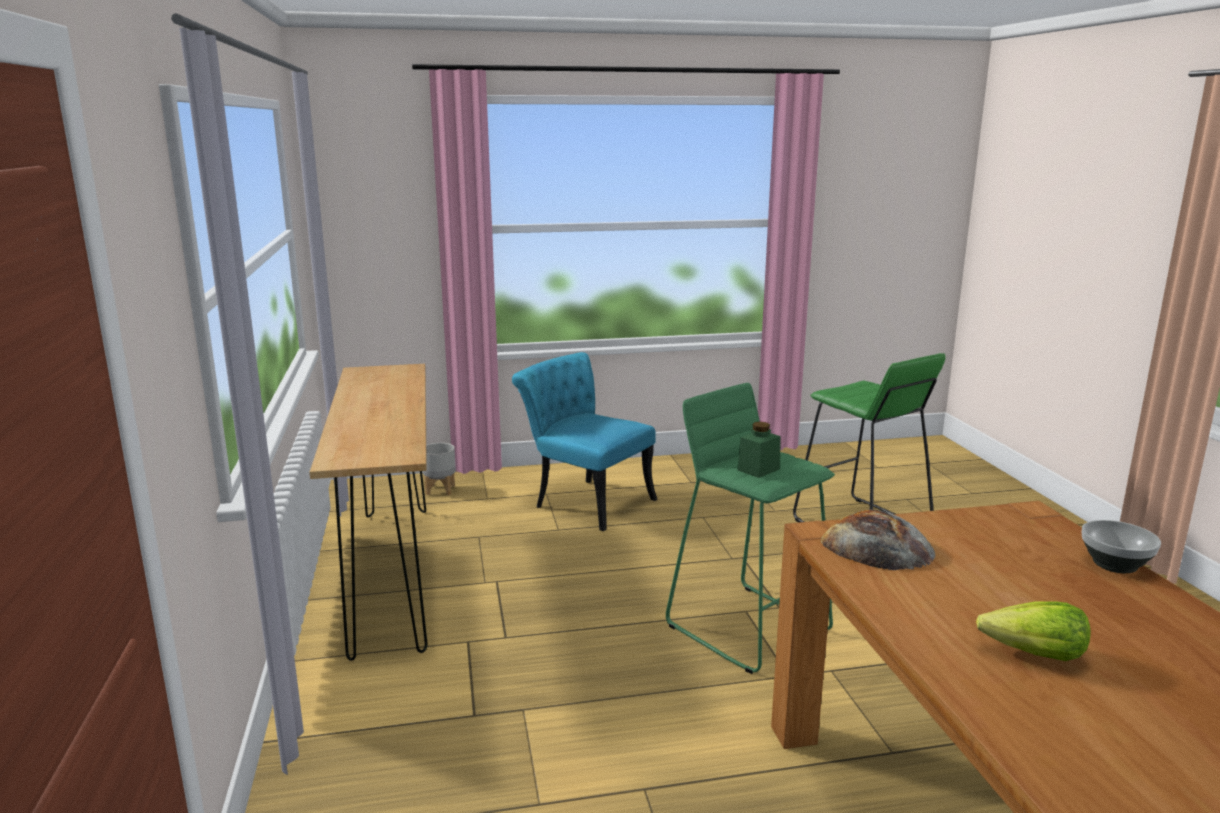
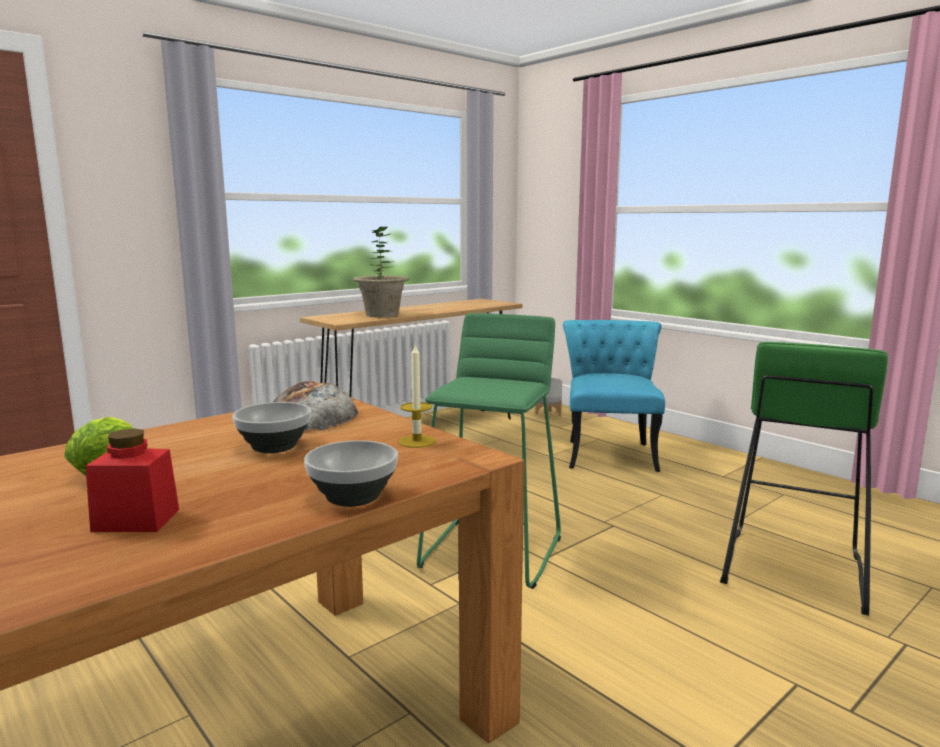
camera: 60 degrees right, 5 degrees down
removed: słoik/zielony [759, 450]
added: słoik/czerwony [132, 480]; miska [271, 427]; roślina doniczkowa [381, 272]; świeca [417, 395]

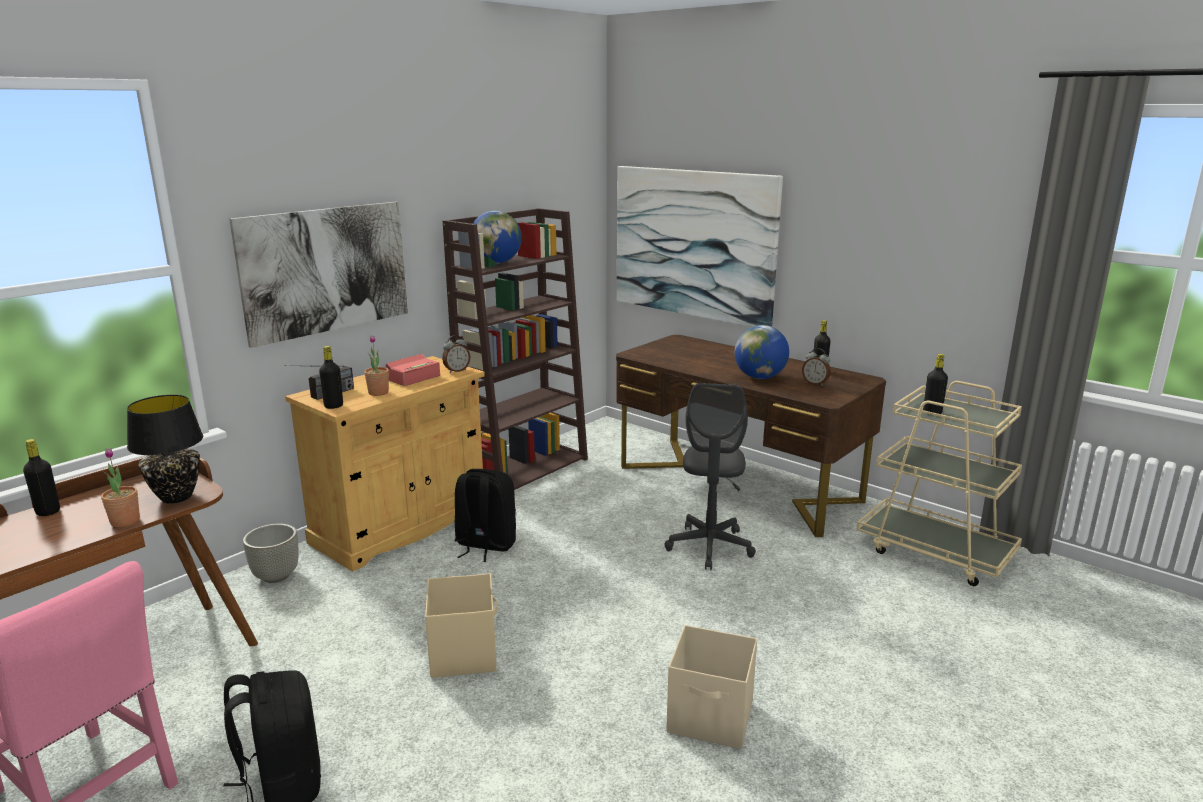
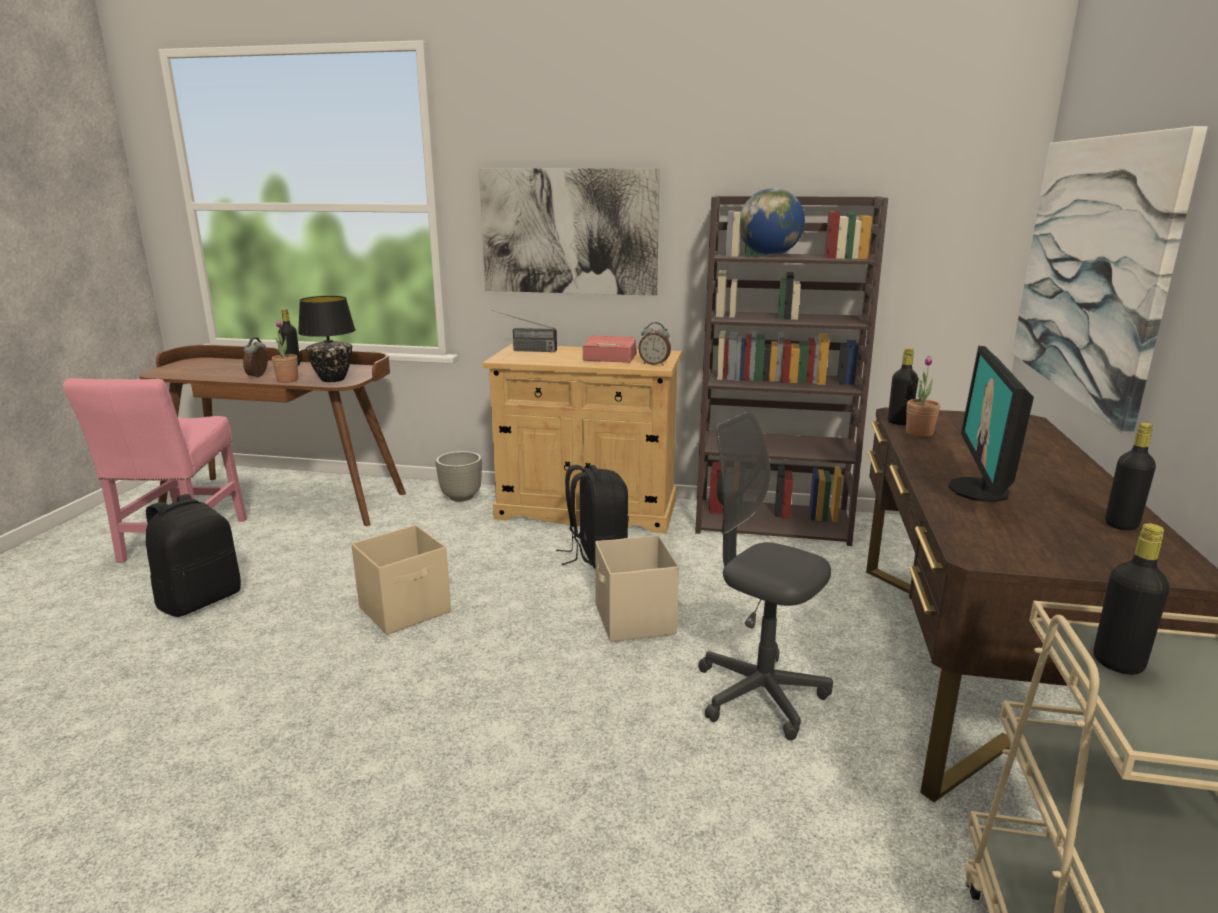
camera: 60 degrees right, 0 degrees up
moved: butelka/czarny [331, 377] to [903, 386]; roślina doniczkowa [376, 365] to [923, 396]; pojemnik do przechowywania/beżowy [711, 687] to [637, 588]; budzik [816, 367] to [255, 358]
replaced: globus [761, 352] to monitor [991, 424]
turned: krzesło biurowe/szary [710, 476] = [765, 576] 60 degrees clockwise

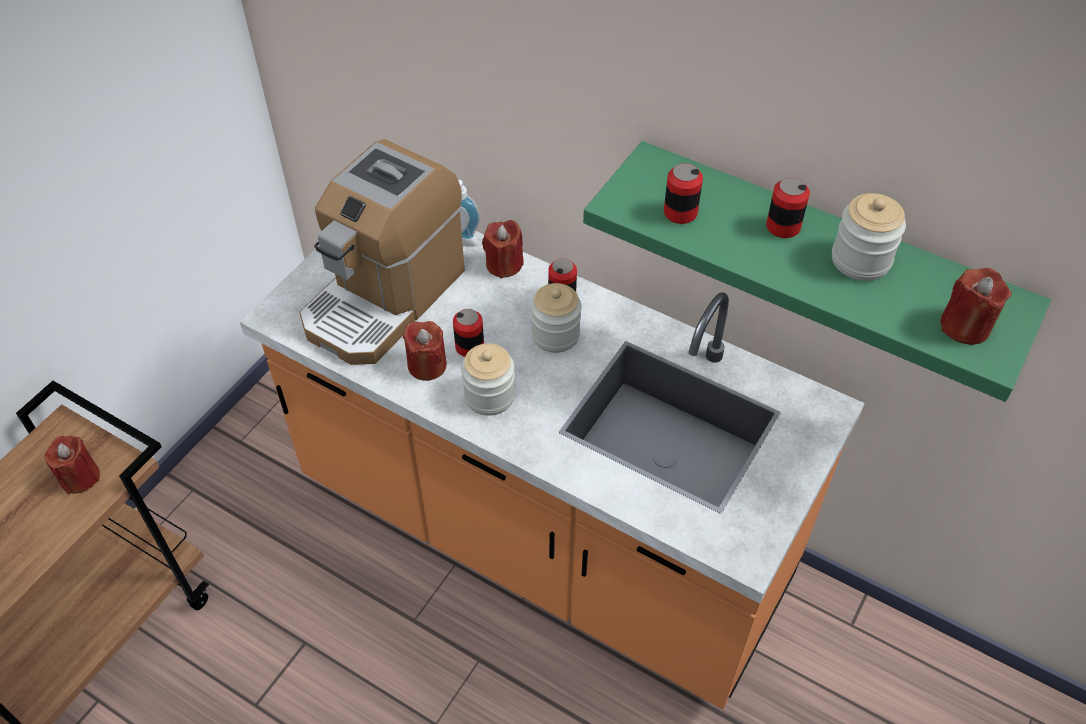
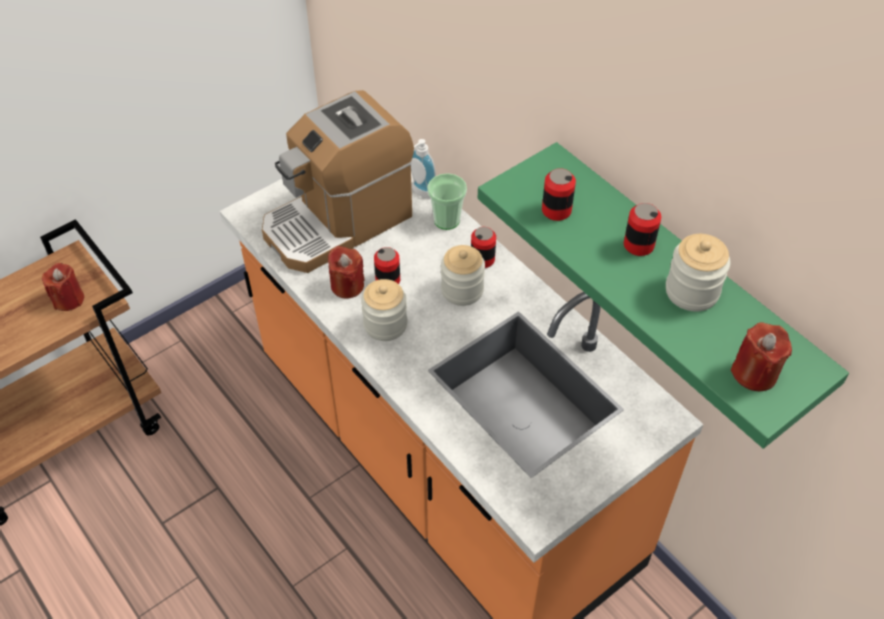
camera: 20 degrees right, 0 degrees up
replaced: świeca/czerwony [503, 249] to filiżanka [447, 201]

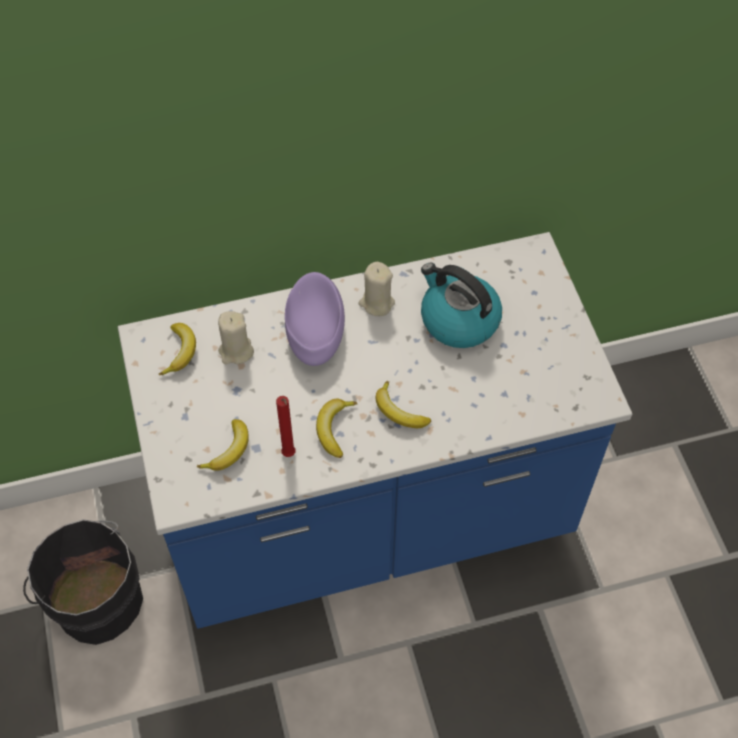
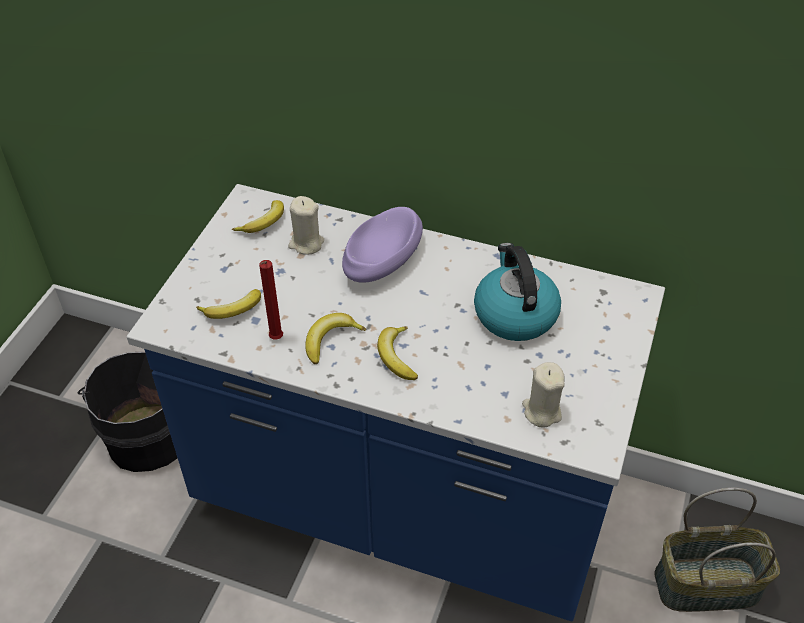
camera: 35 degrees right, 10 degrees down
added: koszyk [717, 549]
moved: świeca/beżowy [377, 289] to [543, 395]

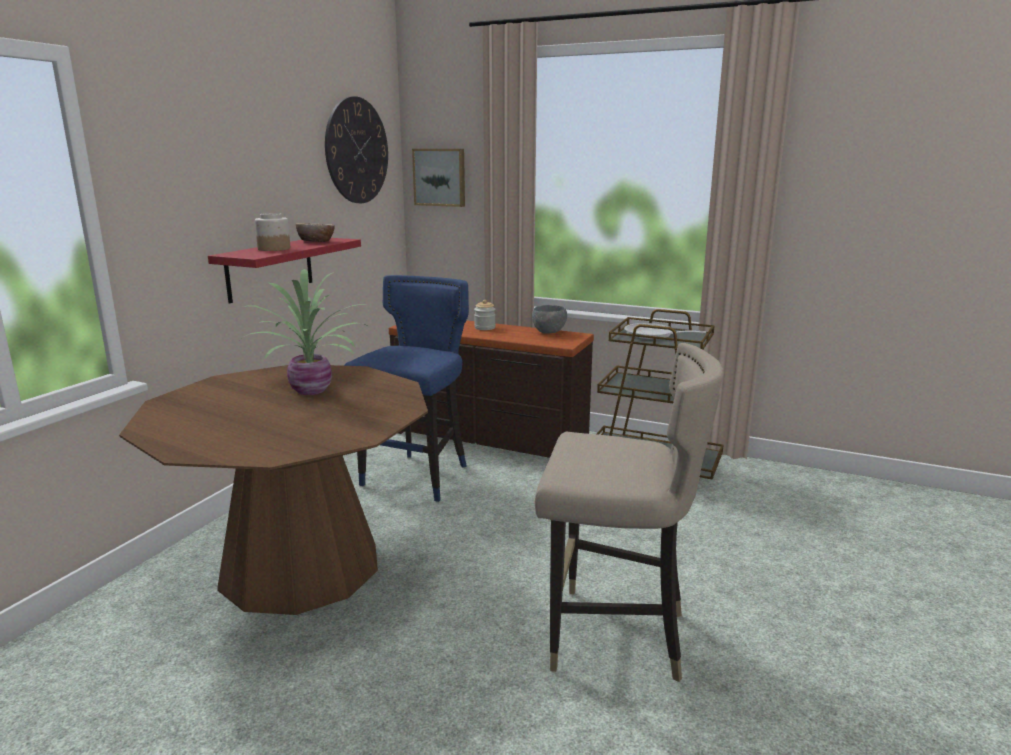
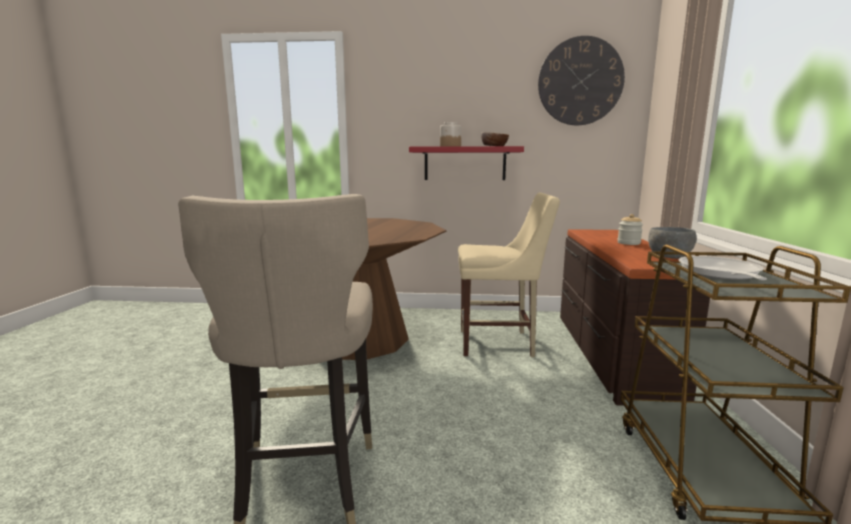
camera: 70 degrees right, 5 degrees down
removed: roślina doniczkowa [304, 332]; obraz [438, 178]
replaced: stołek/niebieski [406, 388] to krzesło/beżowy [509, 274]

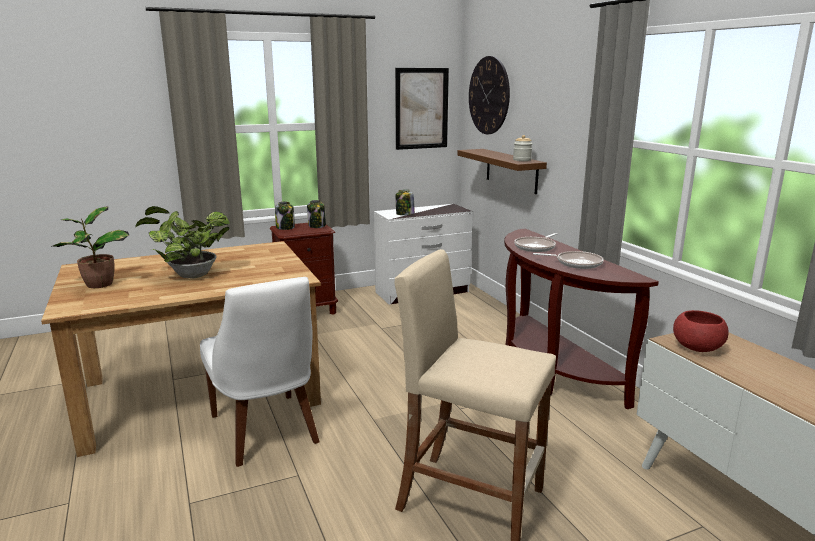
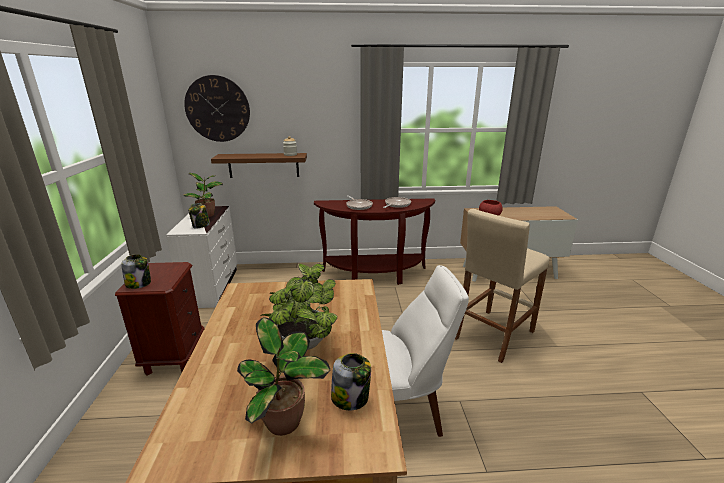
camera: 70 degrees left, 5 degrees up
removed: obraz [422, 109]
added: roślina doniczkowa [203, 195]
moved: słoik [316, 214] to [351, 381]

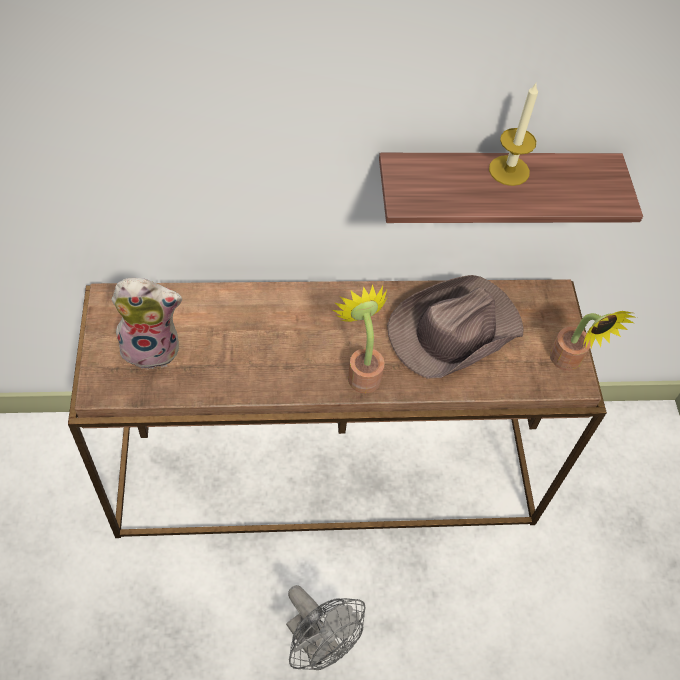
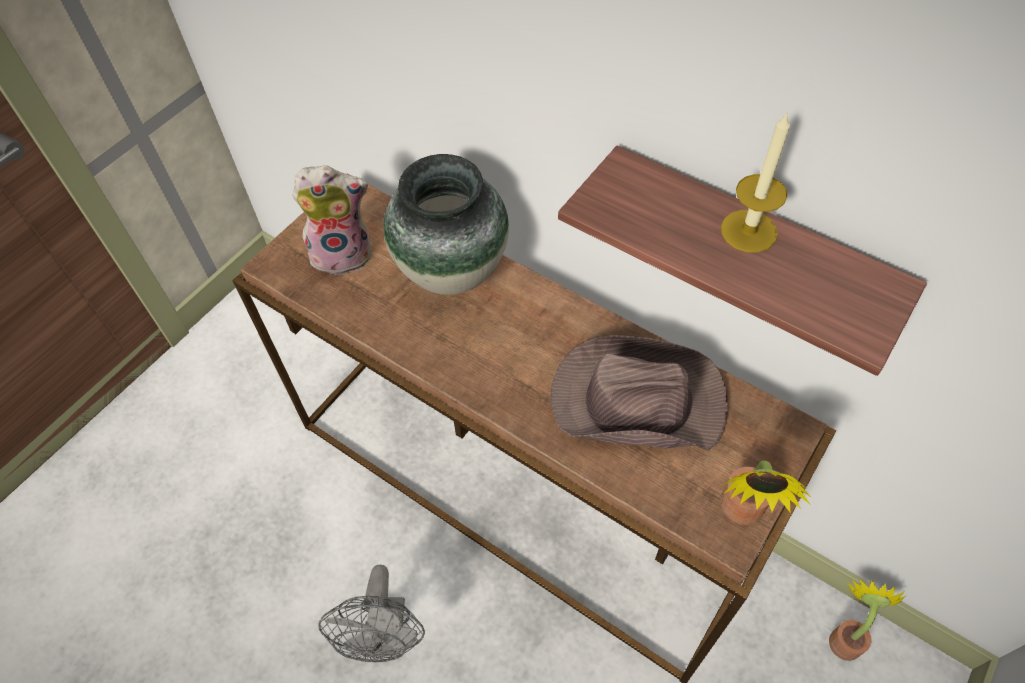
camera: 45 degrees right, 0 degrees up
added: wazon [446, 224]
moved: roślina doniczkowa [360, 339] to [868, 620]
turned: pluszak [146, 324] = [331, 220] 45 degrees counterclockwise

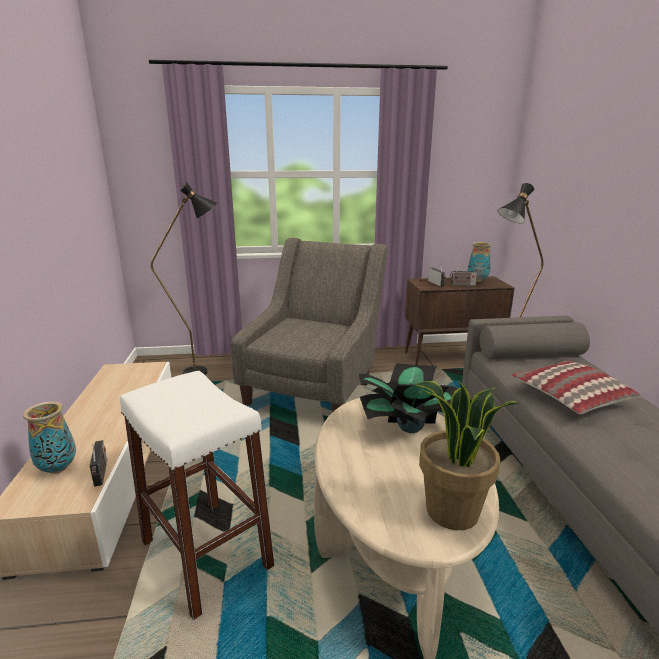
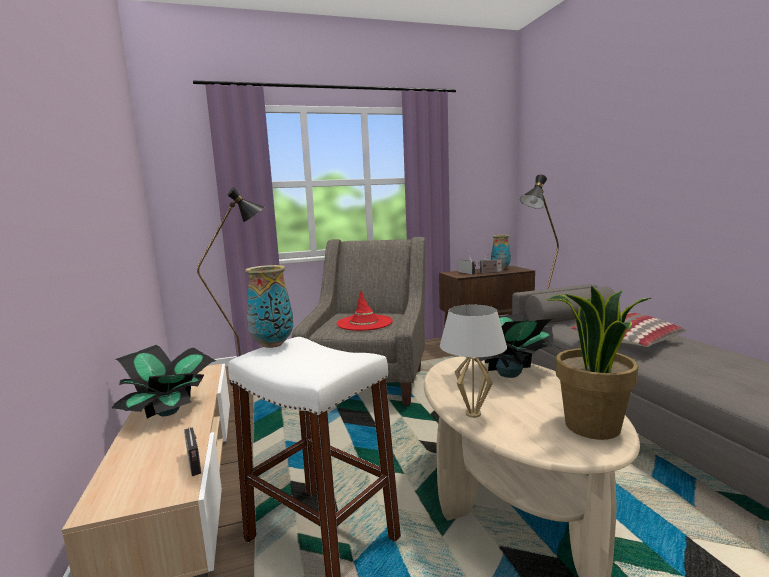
camera: 10 degrees left, 10 degrees down
added: roślina doniczkowa [164, 382]; kapelusz/czerwony [365, 310]; lampa stołowa/biały [473, 361]
moved: wazon [49, 437] to [269, 306]

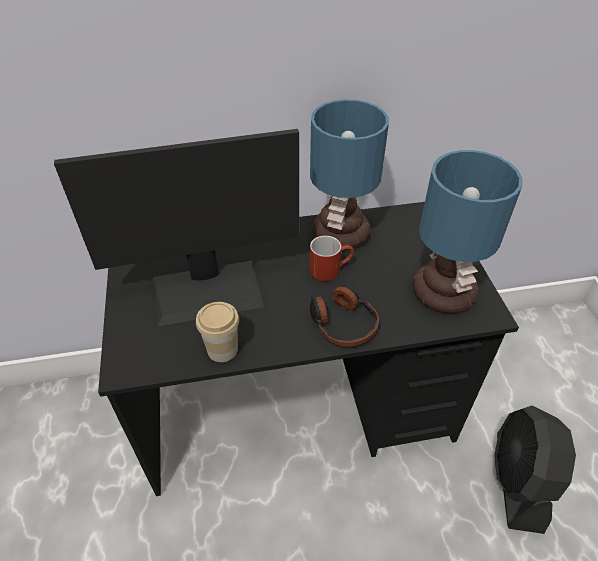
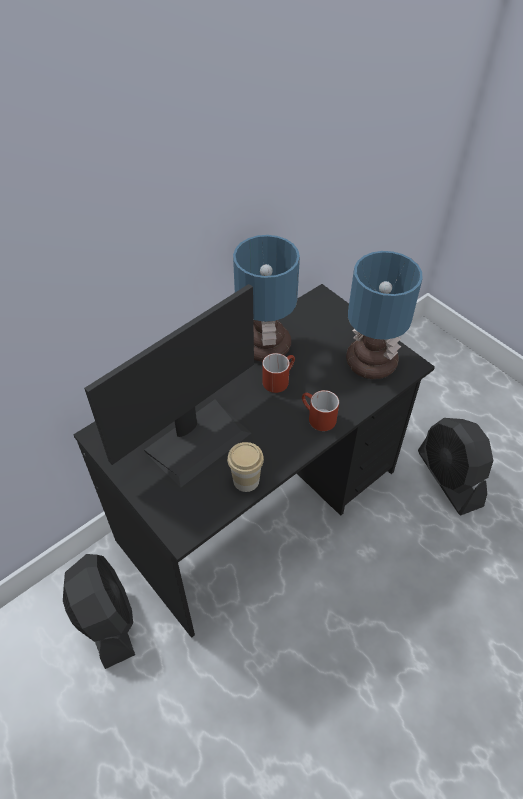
camera: 30 degrees left, 5 degrees up
added: wentylator/czarny [99, 611]
replaced: słuchawki [344, 316] to kubek/czerwony [320, 410]

